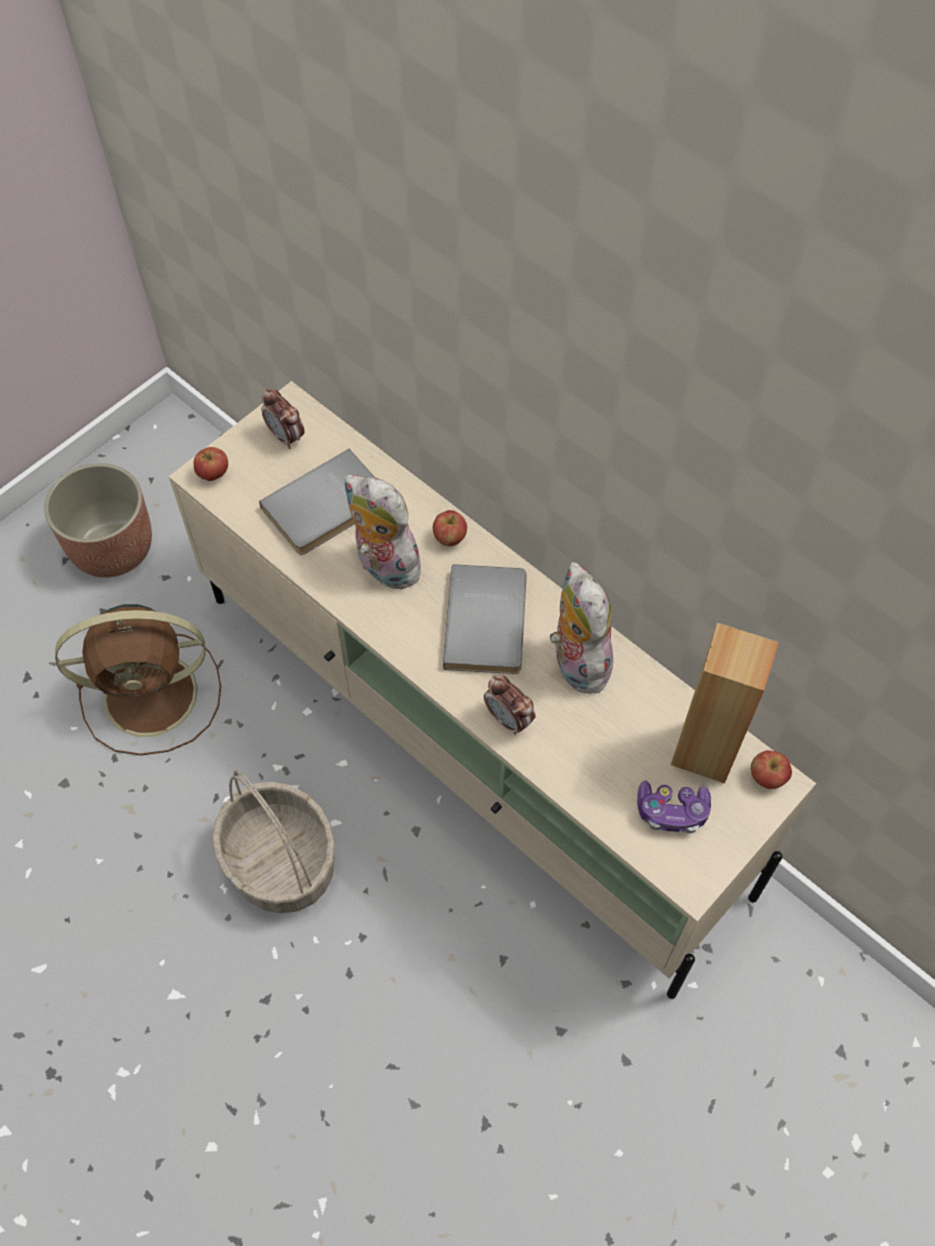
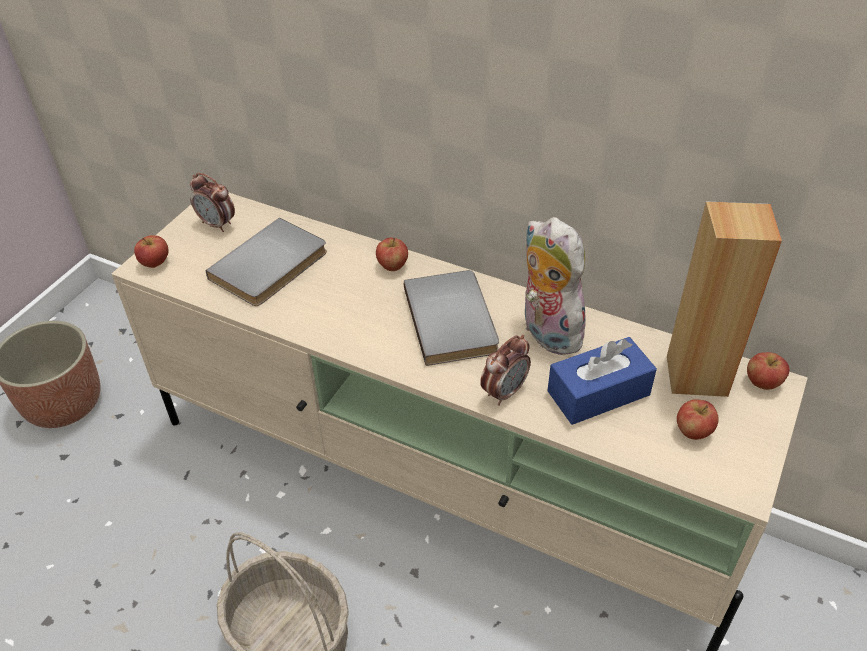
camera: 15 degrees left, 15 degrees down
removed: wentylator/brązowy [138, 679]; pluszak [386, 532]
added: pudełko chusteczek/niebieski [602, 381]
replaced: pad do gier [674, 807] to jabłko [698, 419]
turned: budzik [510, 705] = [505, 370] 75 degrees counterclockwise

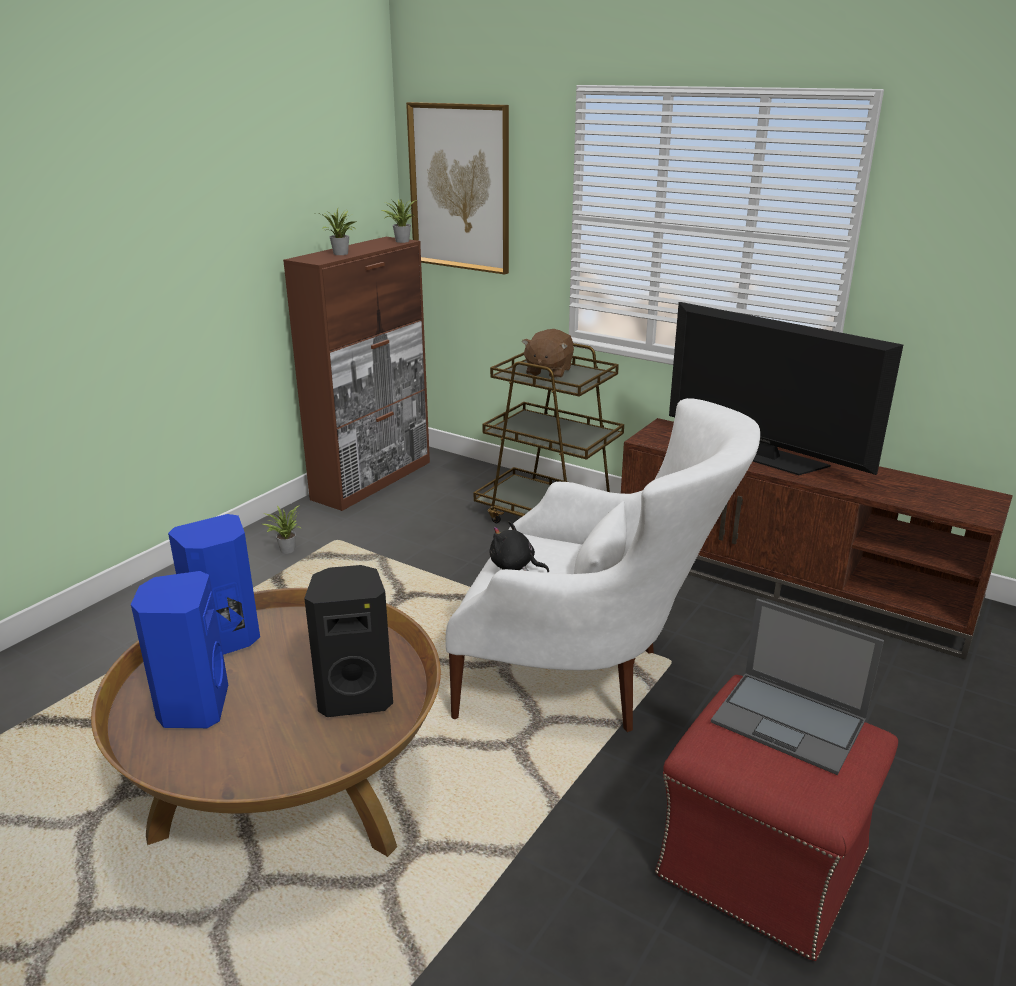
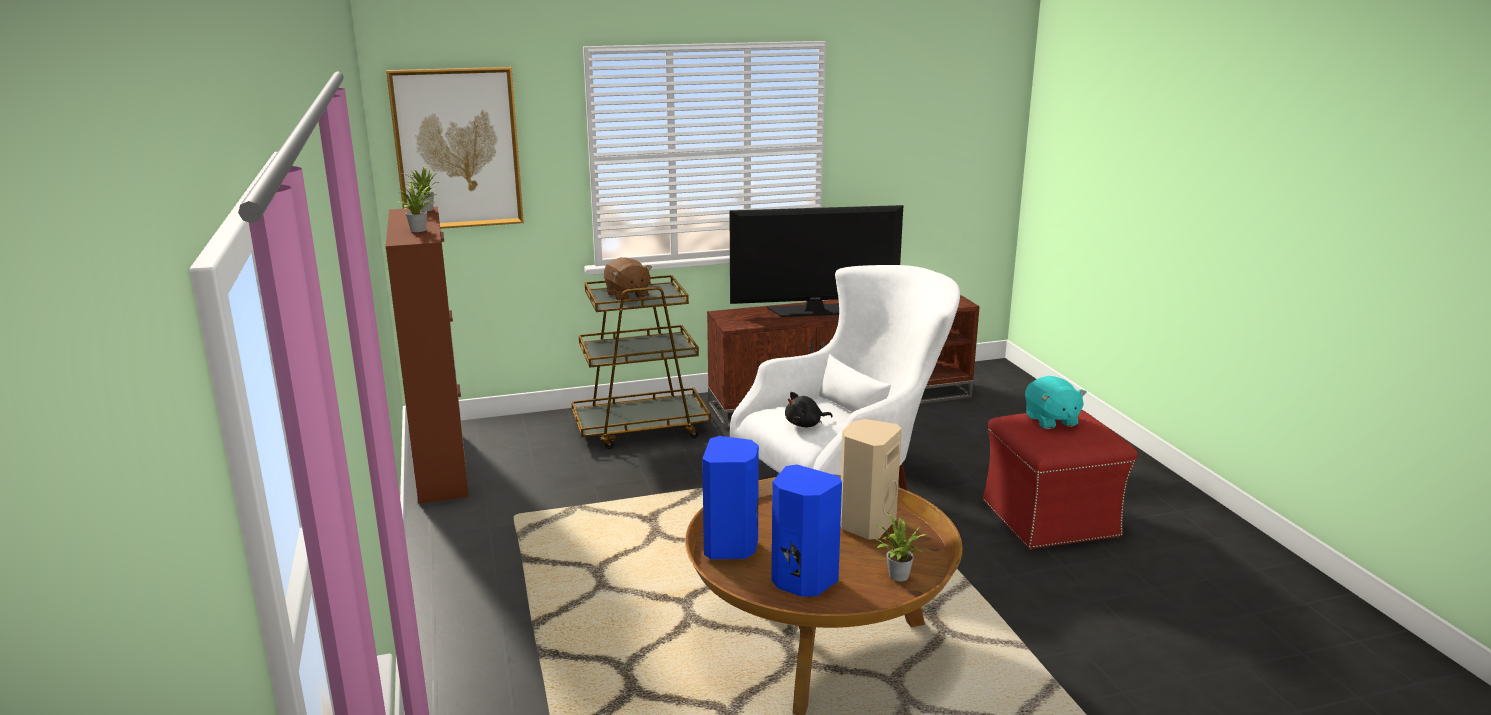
camera: 50 degrees left, 5 degrees down
moved: roślina doniczkowa [282, 529] to [898, 547]
replaced: laptop [797, 686] to pluszak/turkusowy [1056, 402]
recoloured: głośnik/czarny [348, 641] to głośnik/beżowy [871, 479]

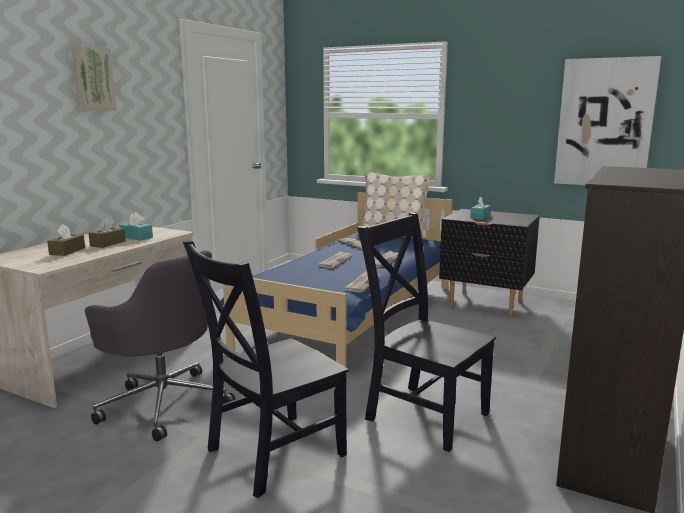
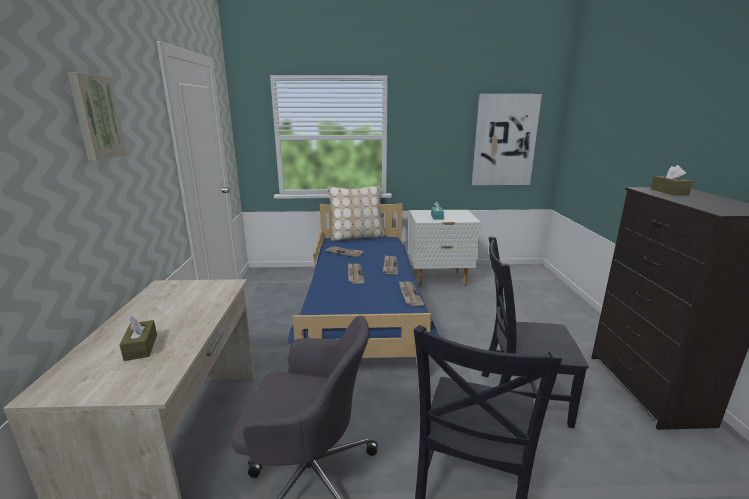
camera: 30 degrees left, 5 degrees up
removed: pudełko chusteczek/turkusowy [136, 226]
moved: pudełko chusteczek/brązowy [107, 233] to [672, 180]
recoloured: szafka nocna/czarny [489, 262] to szafka nocna/biały [444, 248]

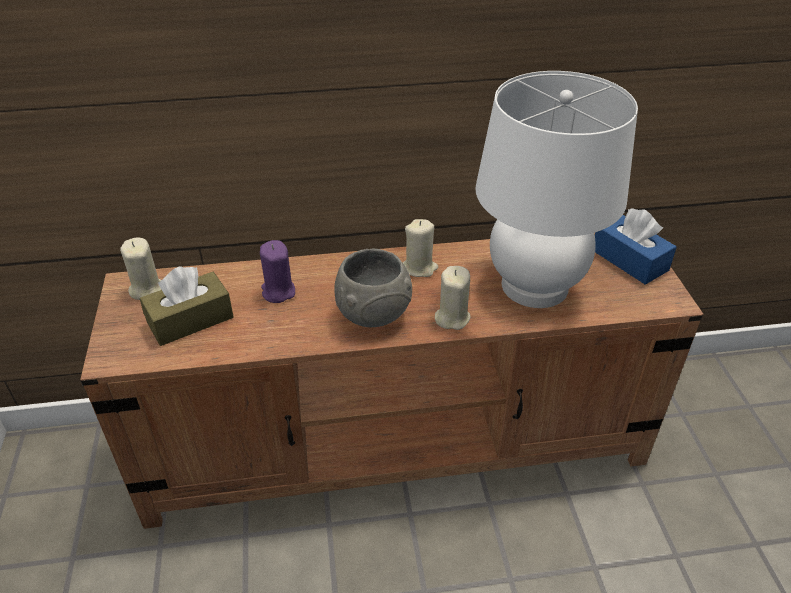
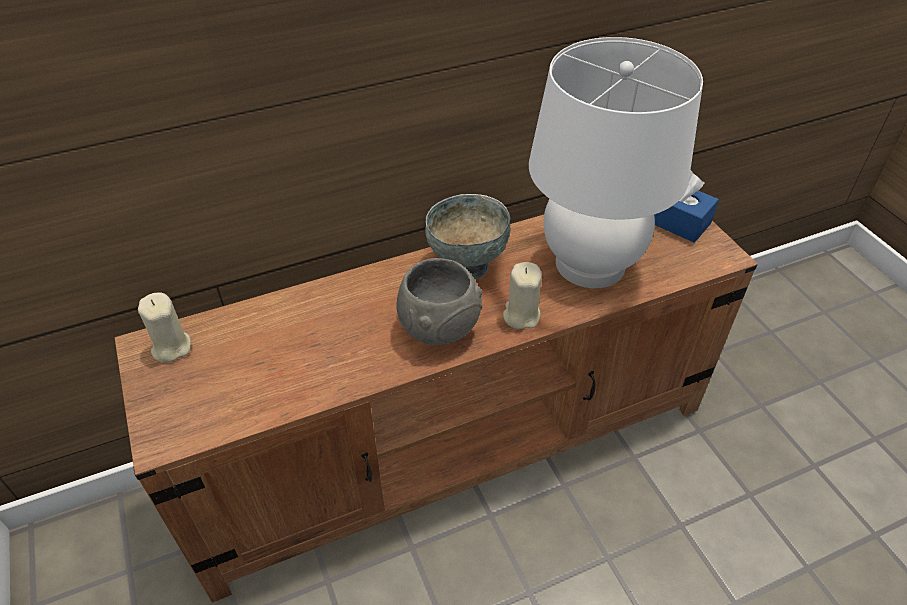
camera: 15 degrees left, 5 degrees up
removed: pudełko chusteczek/brązowy [187, 306]; świeca/fioletowy [277, 271]
replaced: świeca/beżowy [420, 248] to miska/szary [468, 237]

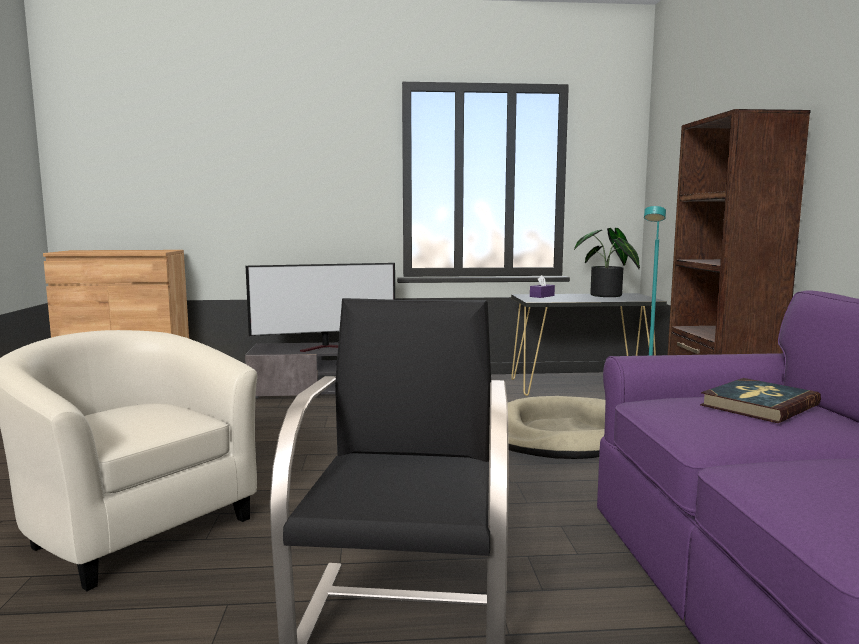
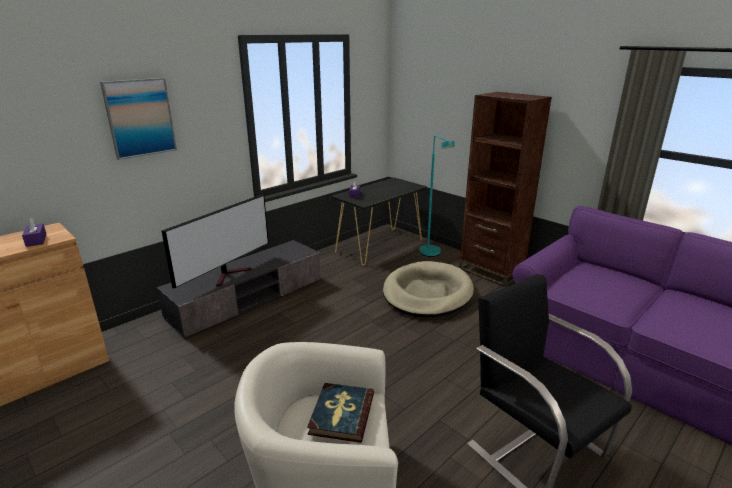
camera: 40 degrees left, 15 degrees up
removed: roślina doniczkowa [607, 262]
added: pudełko chusteczek/fioletowy [34, 232]; obraz [138, 119]
moved: książka [760, 400] to [340, 413]

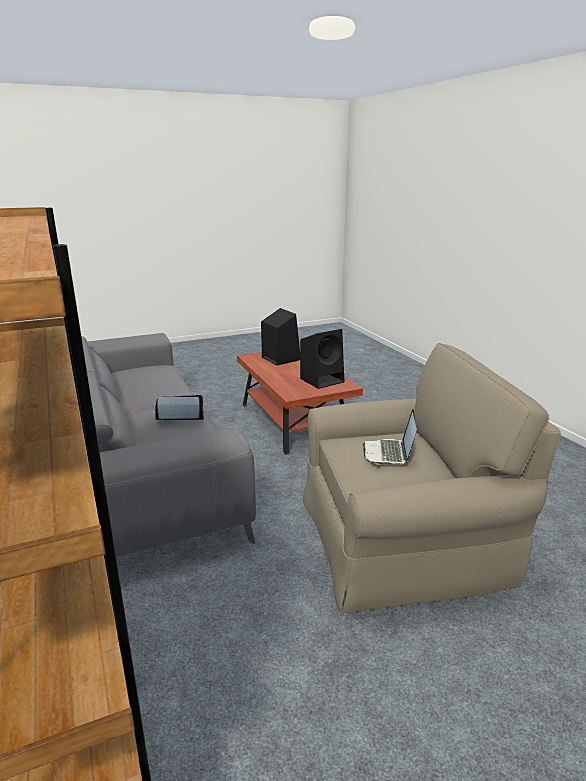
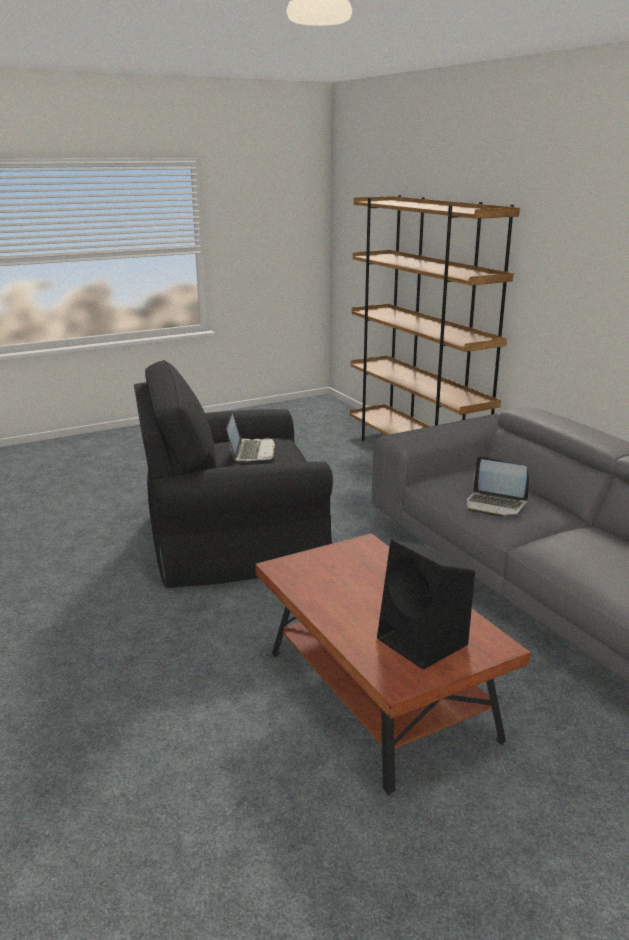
camera: 175 degrees right, 0 degrees up
removed: głośnik/czarny [322, 359]
recoloured: fotel/beżowy [432, 478] to fotel/czarny [233, 474]
turned: laptop [179, 407] = [498, 486] 45 degrees clockwise

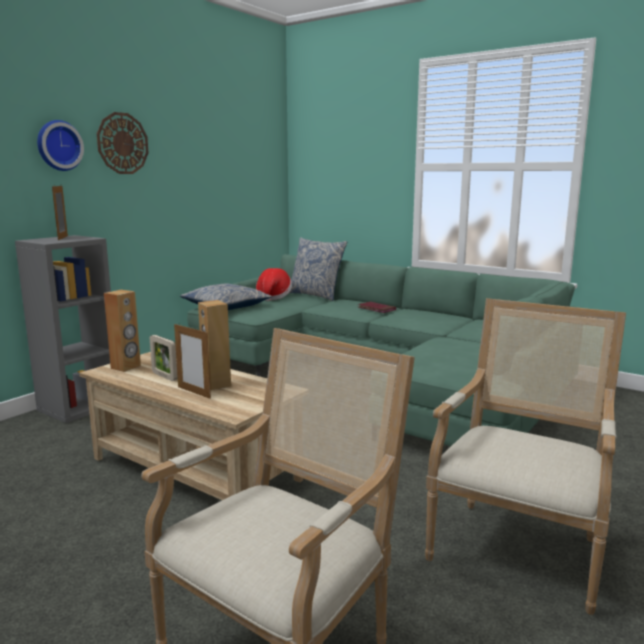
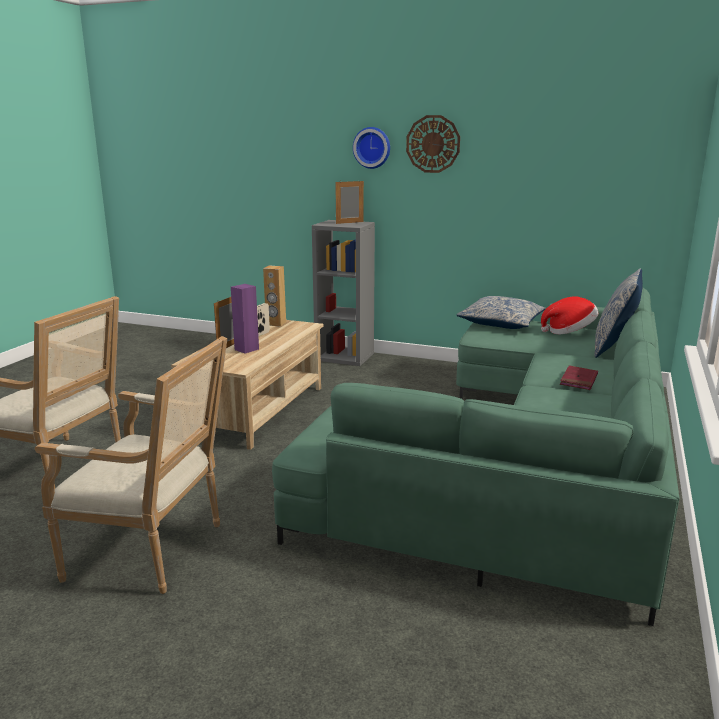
camera: 75 degrees right, 5 degrees up
recoloured: głośnik/brązowy [214, 345] to głośnik/fioletowy [245, 319]

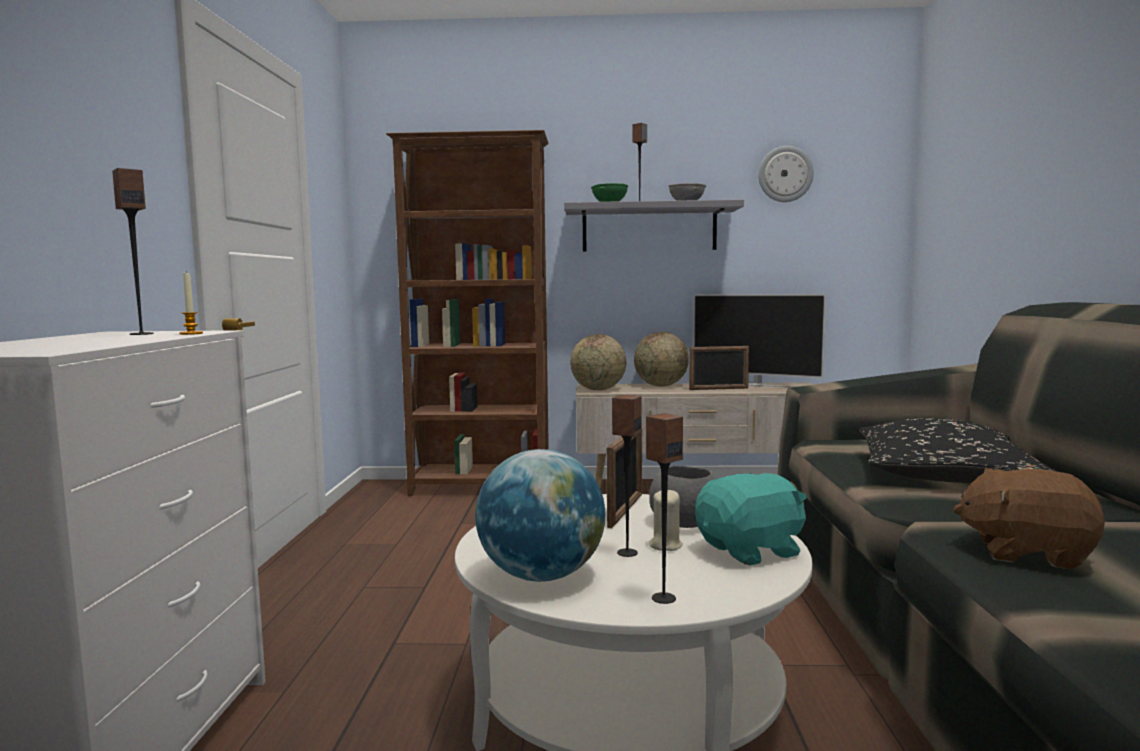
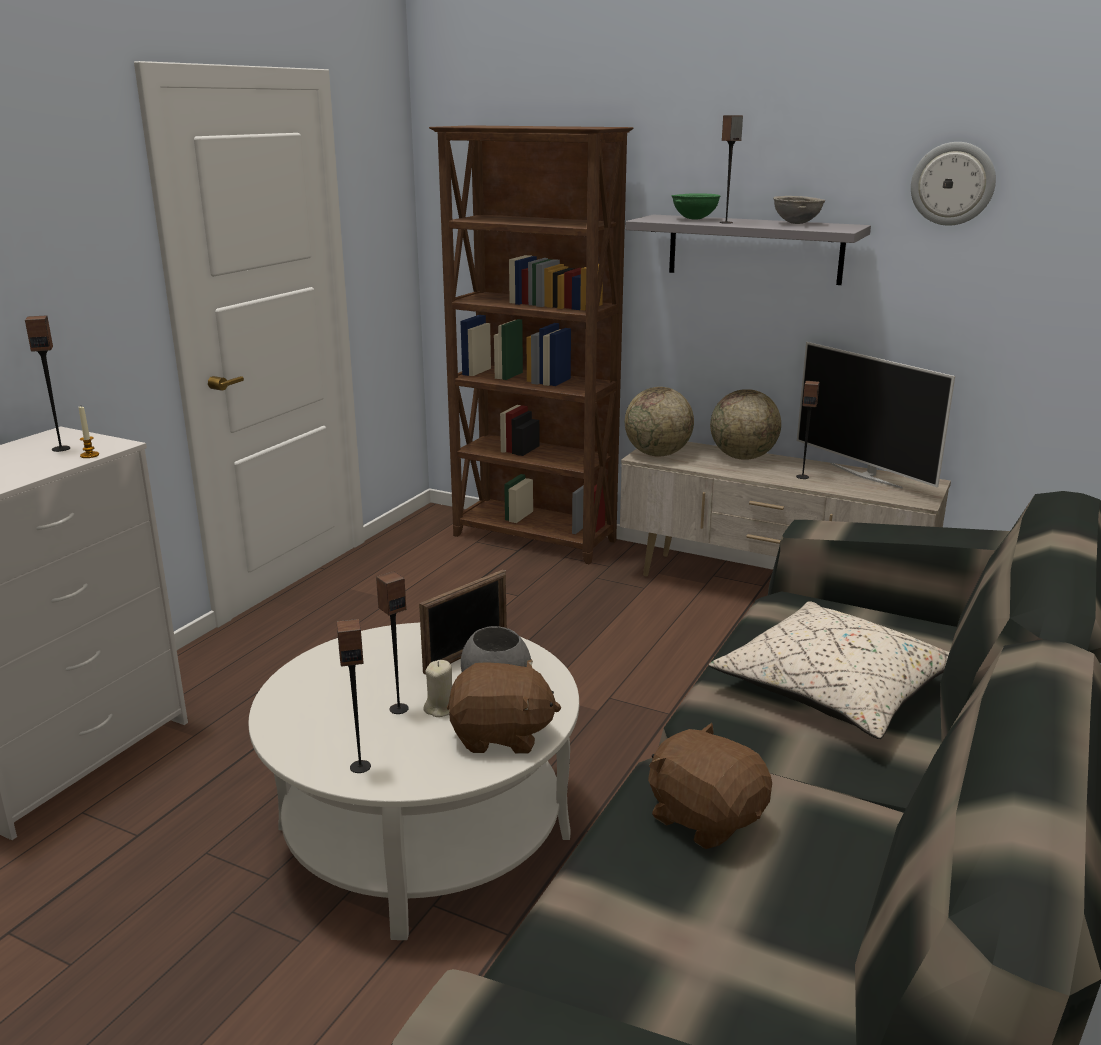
camera: 25 degrees right, 15 degrees up
removed: globus [540, 515]
replaced: ramka na zdjęcie [719, 368] to głośnik [808, 430]
recoloured: pluszak/turkusowy [751, 519] to pluszak/brązowy [504, 706]; poduszka/czarny [957, 451] to poduszka/beżowy [829, 670]

